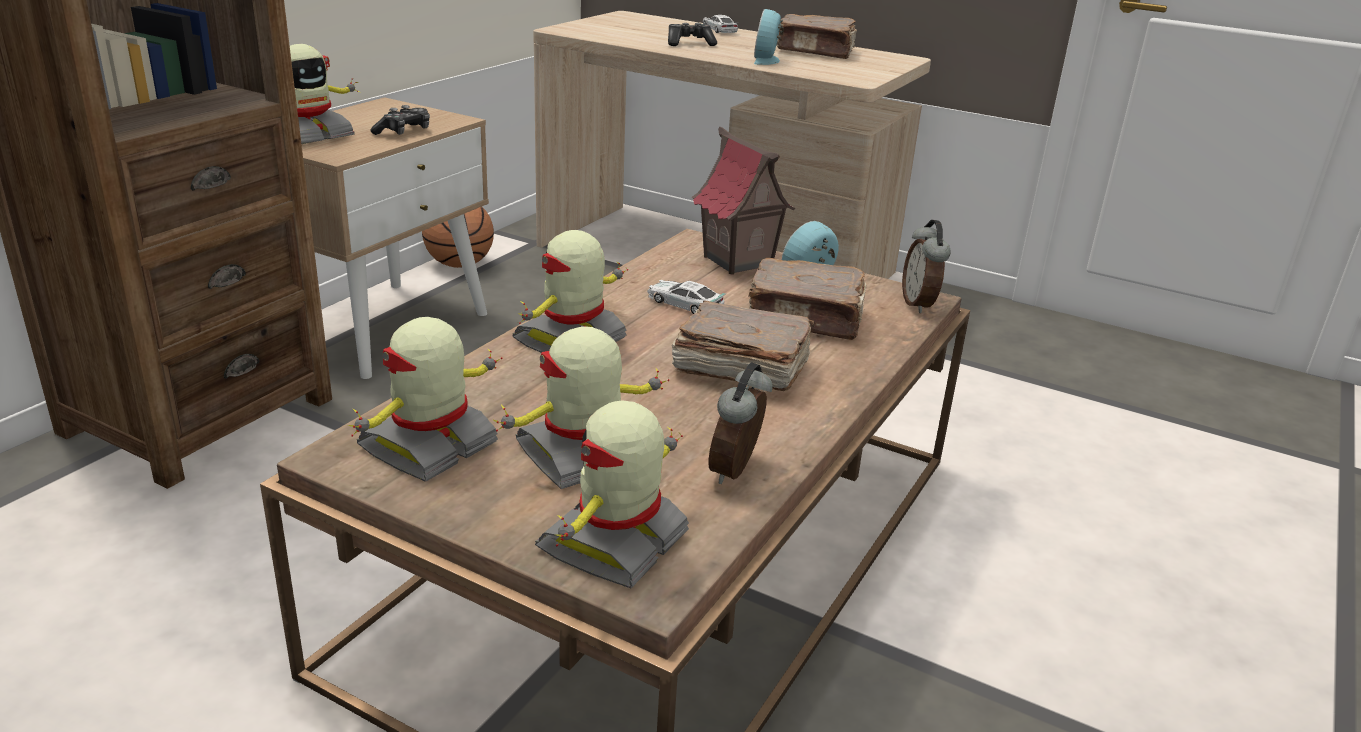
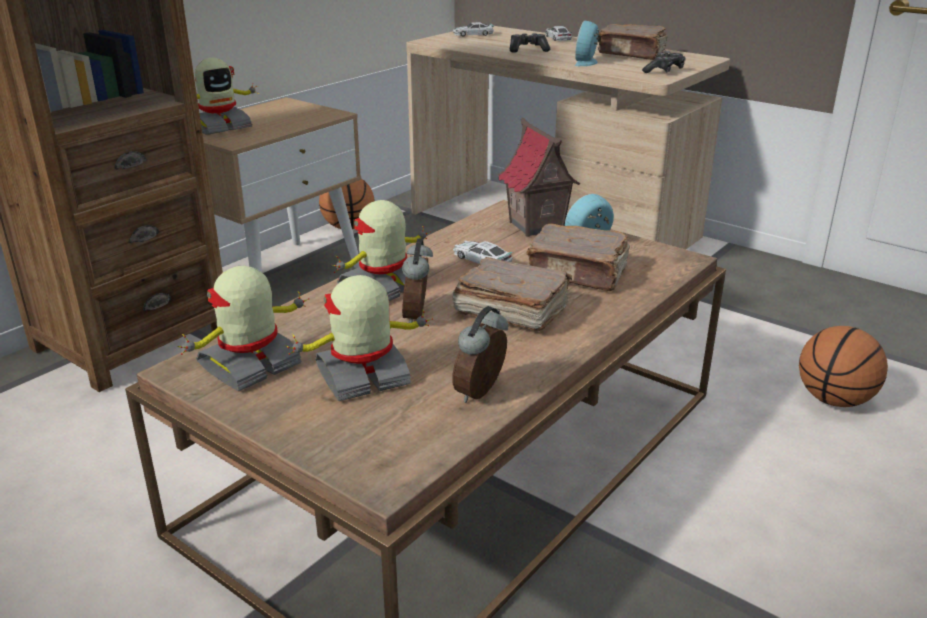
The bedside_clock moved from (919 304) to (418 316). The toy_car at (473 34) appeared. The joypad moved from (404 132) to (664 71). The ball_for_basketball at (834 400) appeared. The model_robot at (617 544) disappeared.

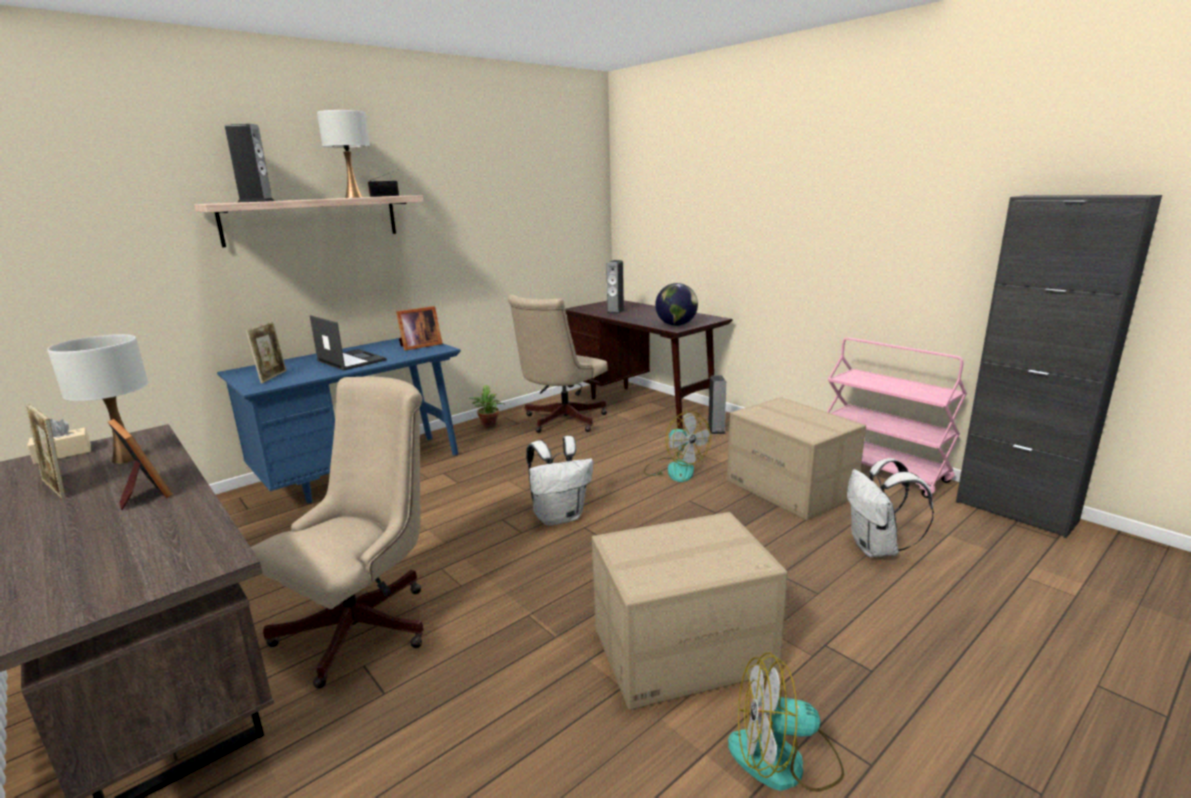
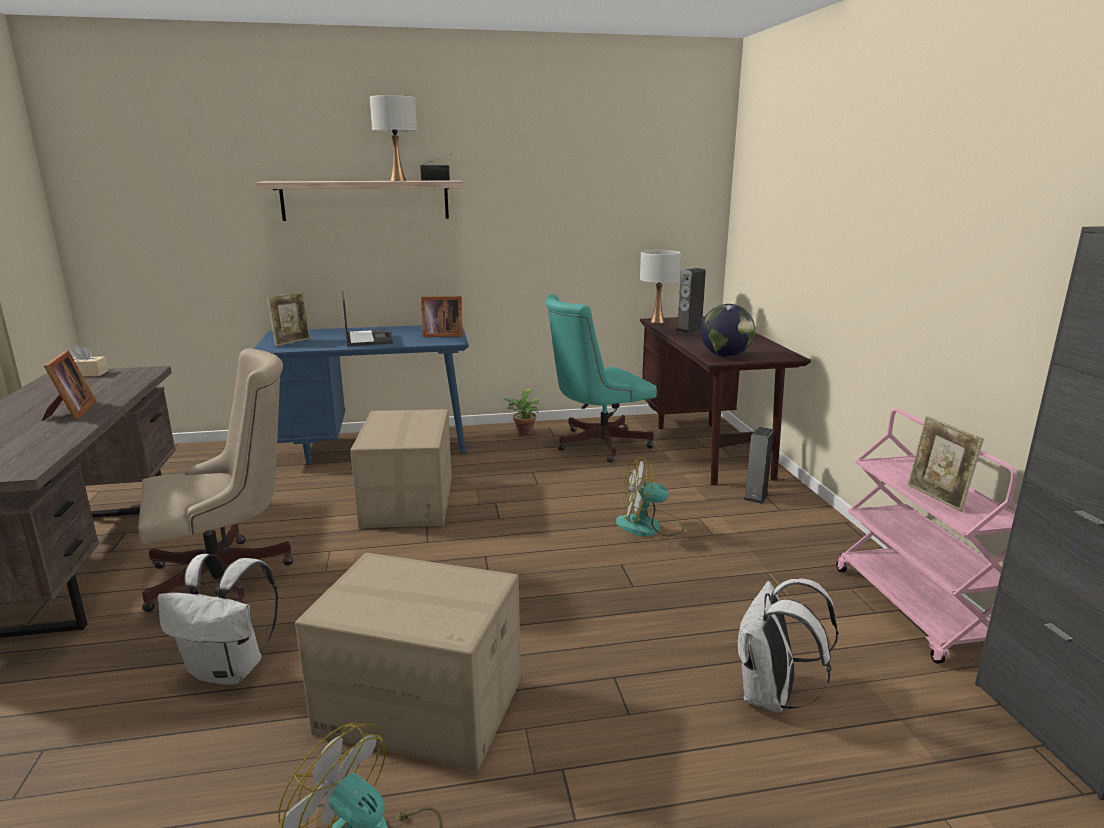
The whitish_knapsack moved from (559 517) to (230 670). The cardboard_box moved from (790 488) to (409 502). The sand-coloured_desk_chair at (561 421) became the turquoise-coloured_desk_chair at (596 444). The fan at (674 469) turned 90 degrees clockwise. The whitish_lamp_for_a_table moved from (127 458) to (657 321). The picture_frame moved from (57 488) to (936 498). The loudspeaker at (256 201) disappeared.

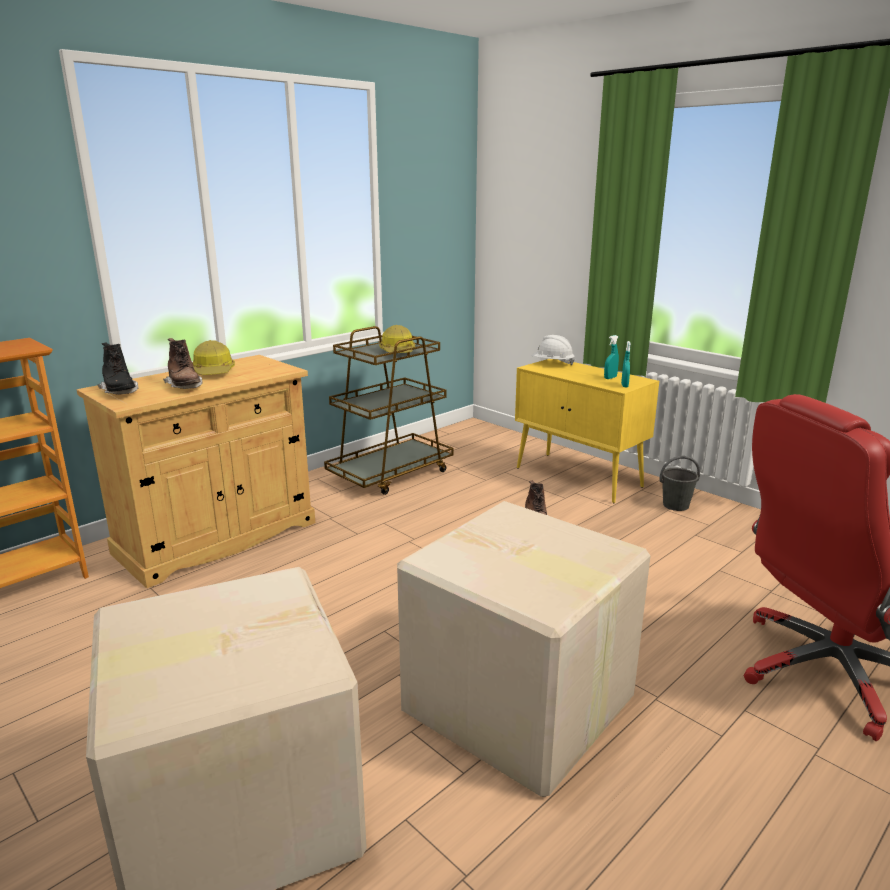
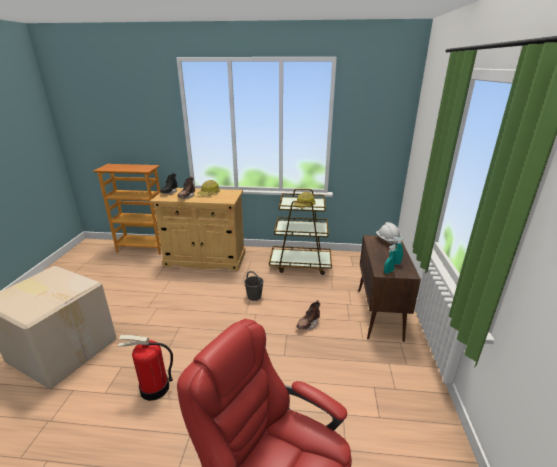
The cardboard_box at (519 706) was replaced by the extinguisher at (154 389). The grey_water_bucket moved from (676 505) to (254 296). The yellow-coloured_storage_cabinet at (579 477) became the brown_storage_cabinet at (379 314).

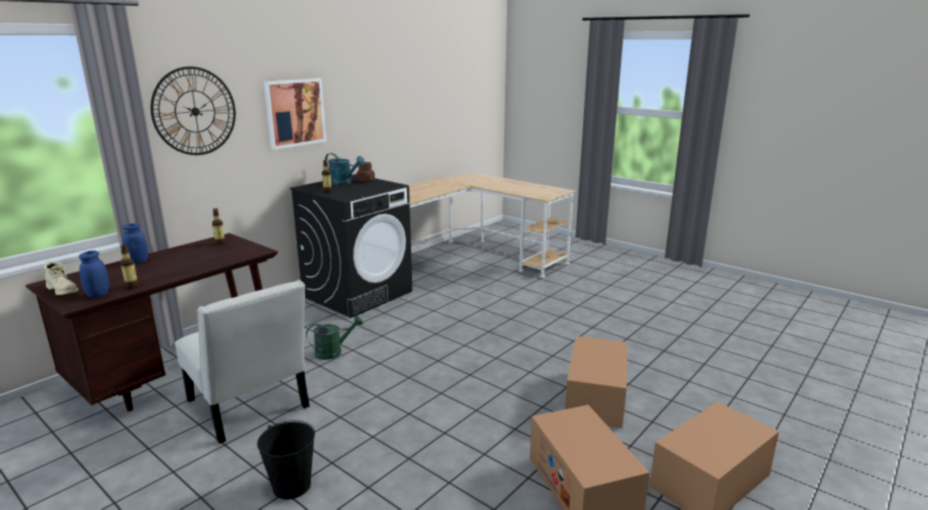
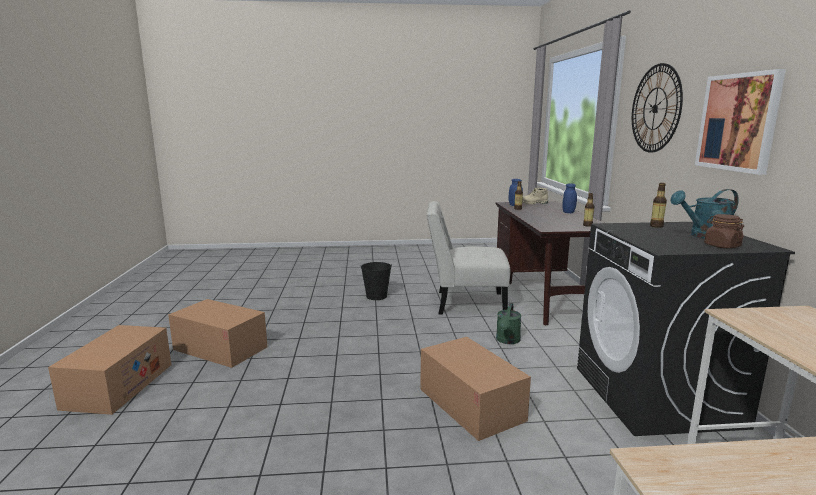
The cardboard_box moved from (595 397) to (471 404).

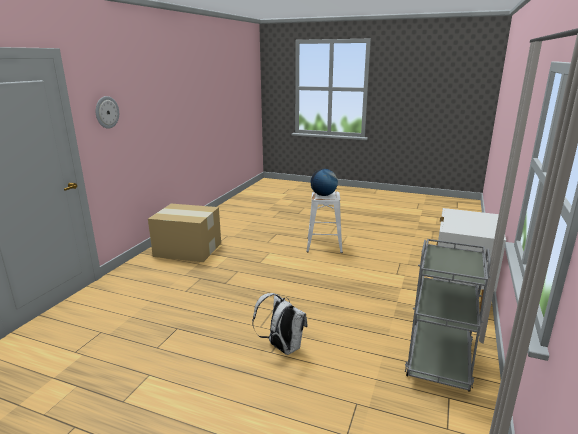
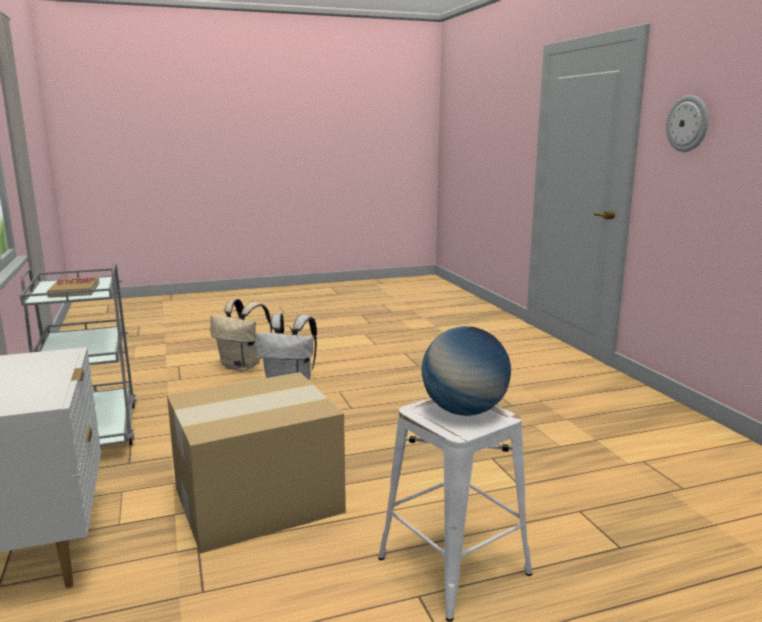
The volume at (74 290) appeared. The cardboard_box moved from (188 250) to (255 500). The sand-coloured_knapsack at (243 366) appeared.

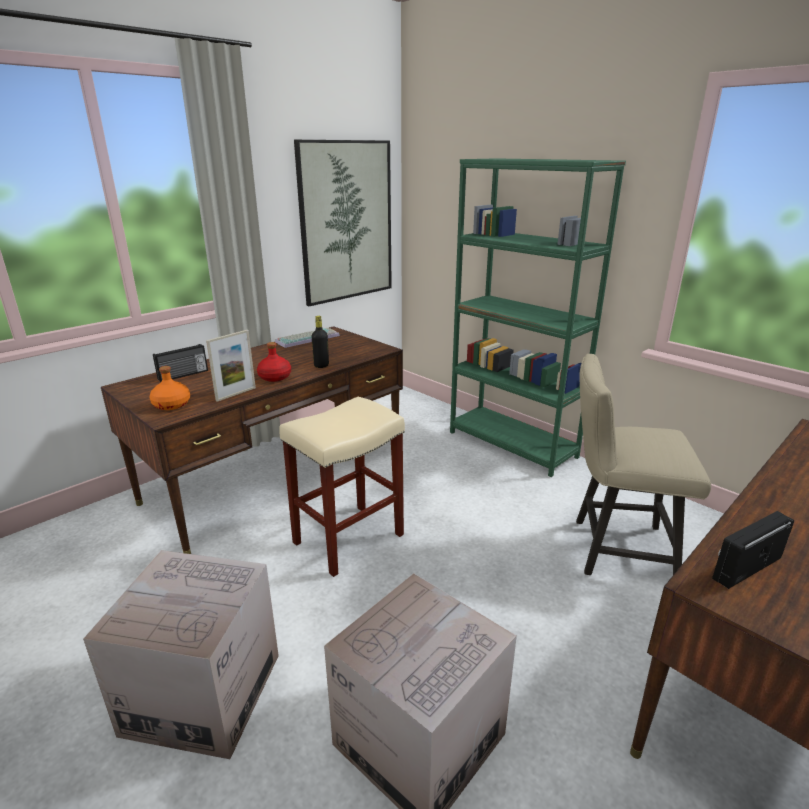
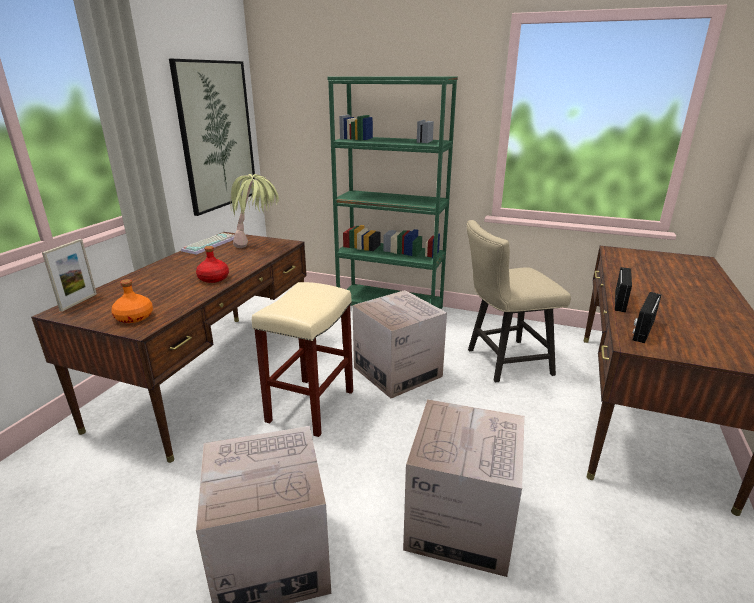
The picture_frame moved from (236 394) to (79 302). The houseplant at (258 246) appeared. The cardboard_box at (397 372) appeared. The radio moved from (183 375) to (621 301). The blackish_drink_bottle at (321 365) disappeared.

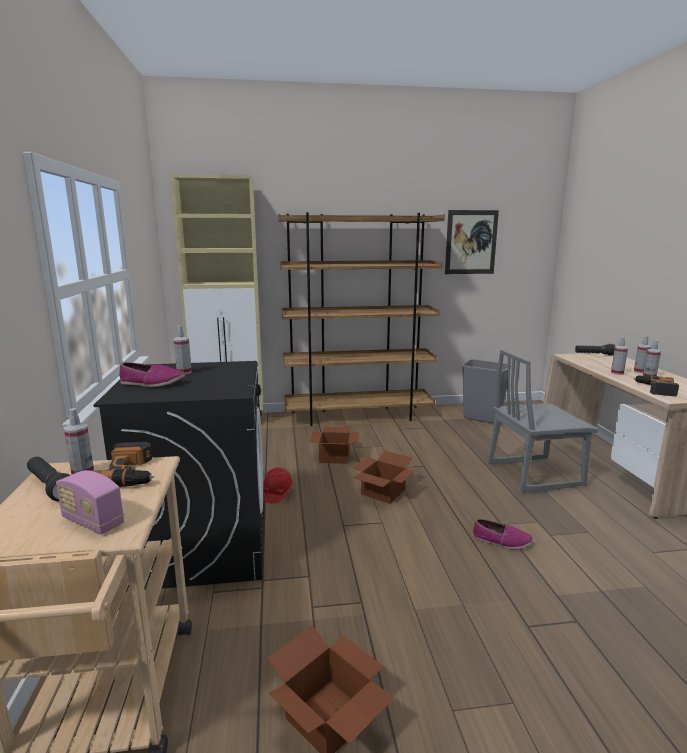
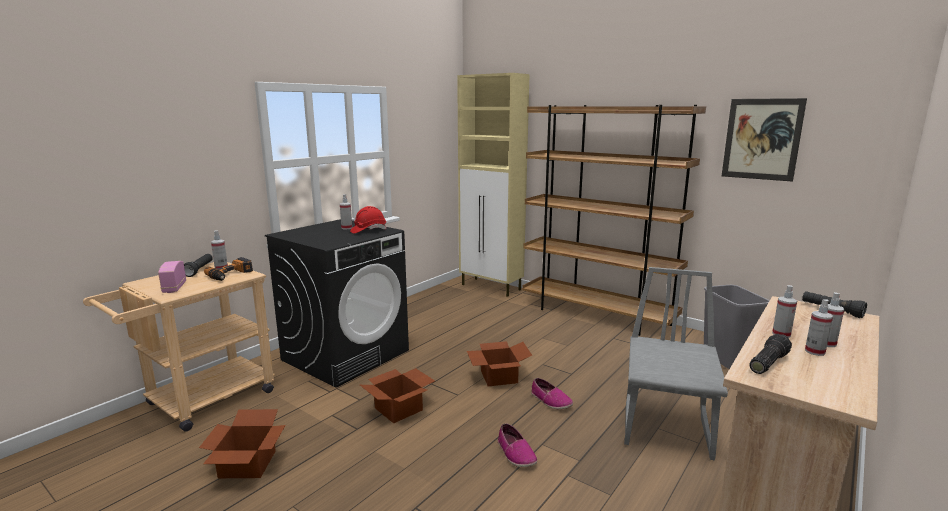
The red_hard_hat moved from (277 493) to (368 230). The cardboard_box moved from (335 456) to (400 409). The shoe moved from (152 383) to (550 401). The grey_chair at (533 474) turned 75 degrees clockwise. The power_drill at (655 389) was replaced by the hand_torch at (767 362).

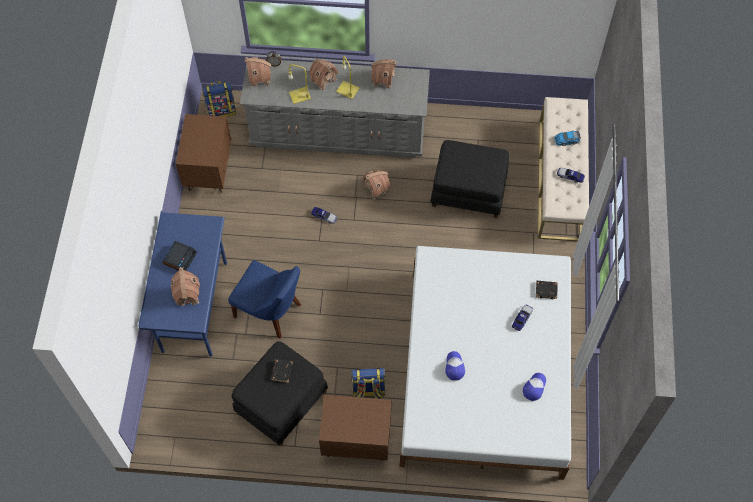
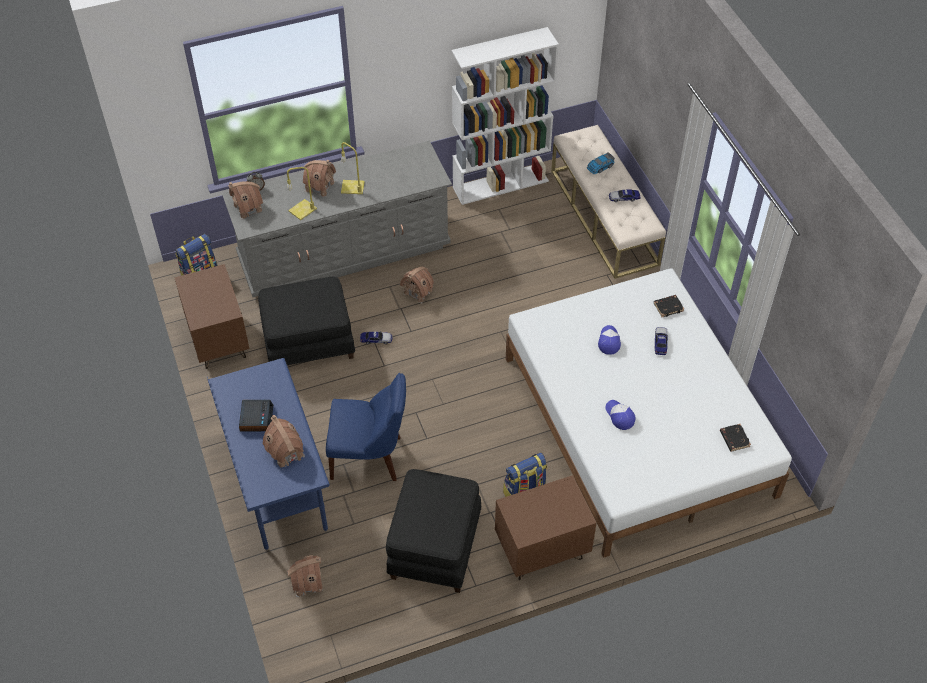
The blackish_ottoman moved from (468 192) to (308 343). The miniature_house moved from (383 79) to (308 582). The whitish_bookcase at (501 184) appeared. The cap moved from (534 387) to (608 341). The blackish_volume moved from (281 371) to (734 439).

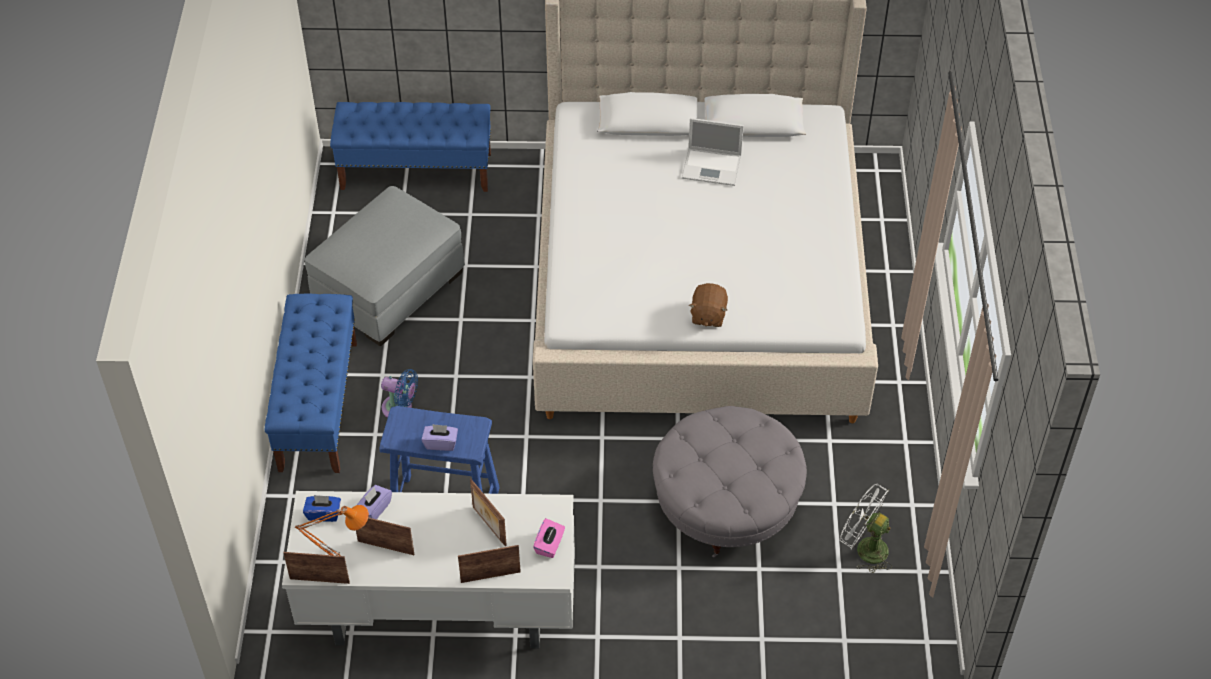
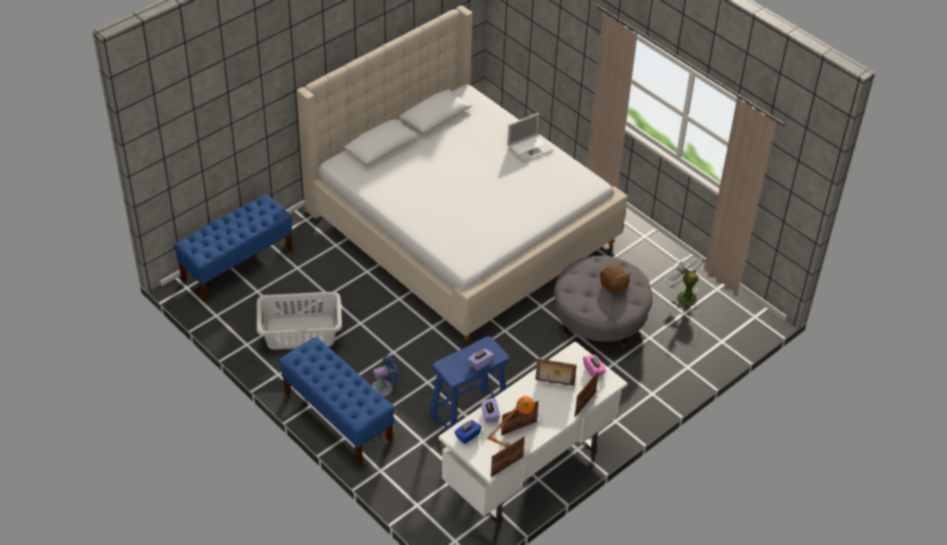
The grey_ottoman at (390 287) was replaced by the grey_hamper at (300 332). The portable_computer moved from (712 167) to (530 148). The brown_cuddly_toy moved from (708 315) to (613 286). The whitish_fan at (864 548) turned 75 degrees clockwise.

